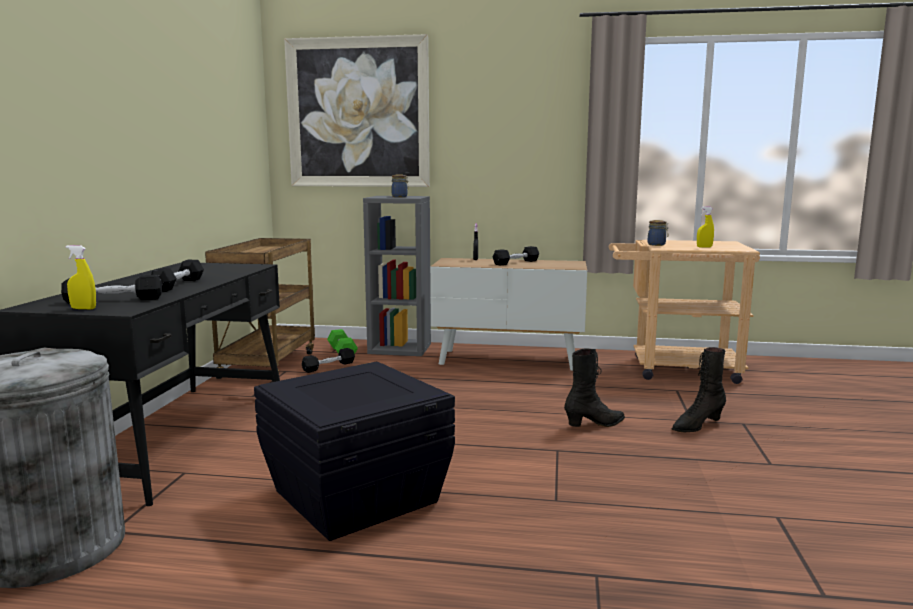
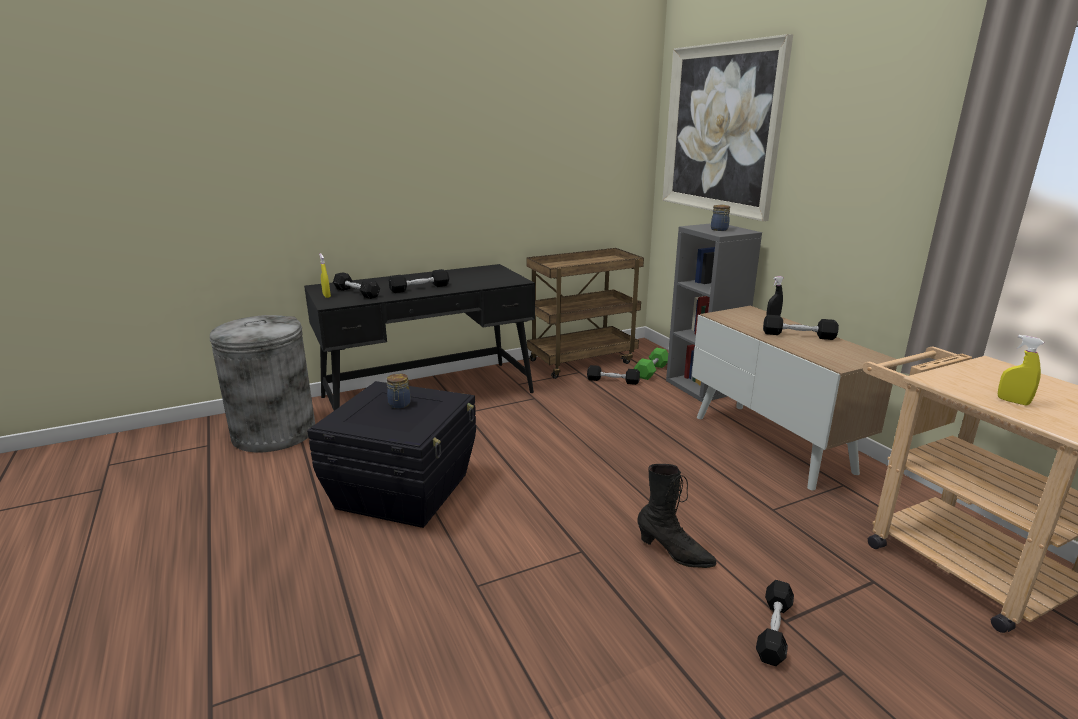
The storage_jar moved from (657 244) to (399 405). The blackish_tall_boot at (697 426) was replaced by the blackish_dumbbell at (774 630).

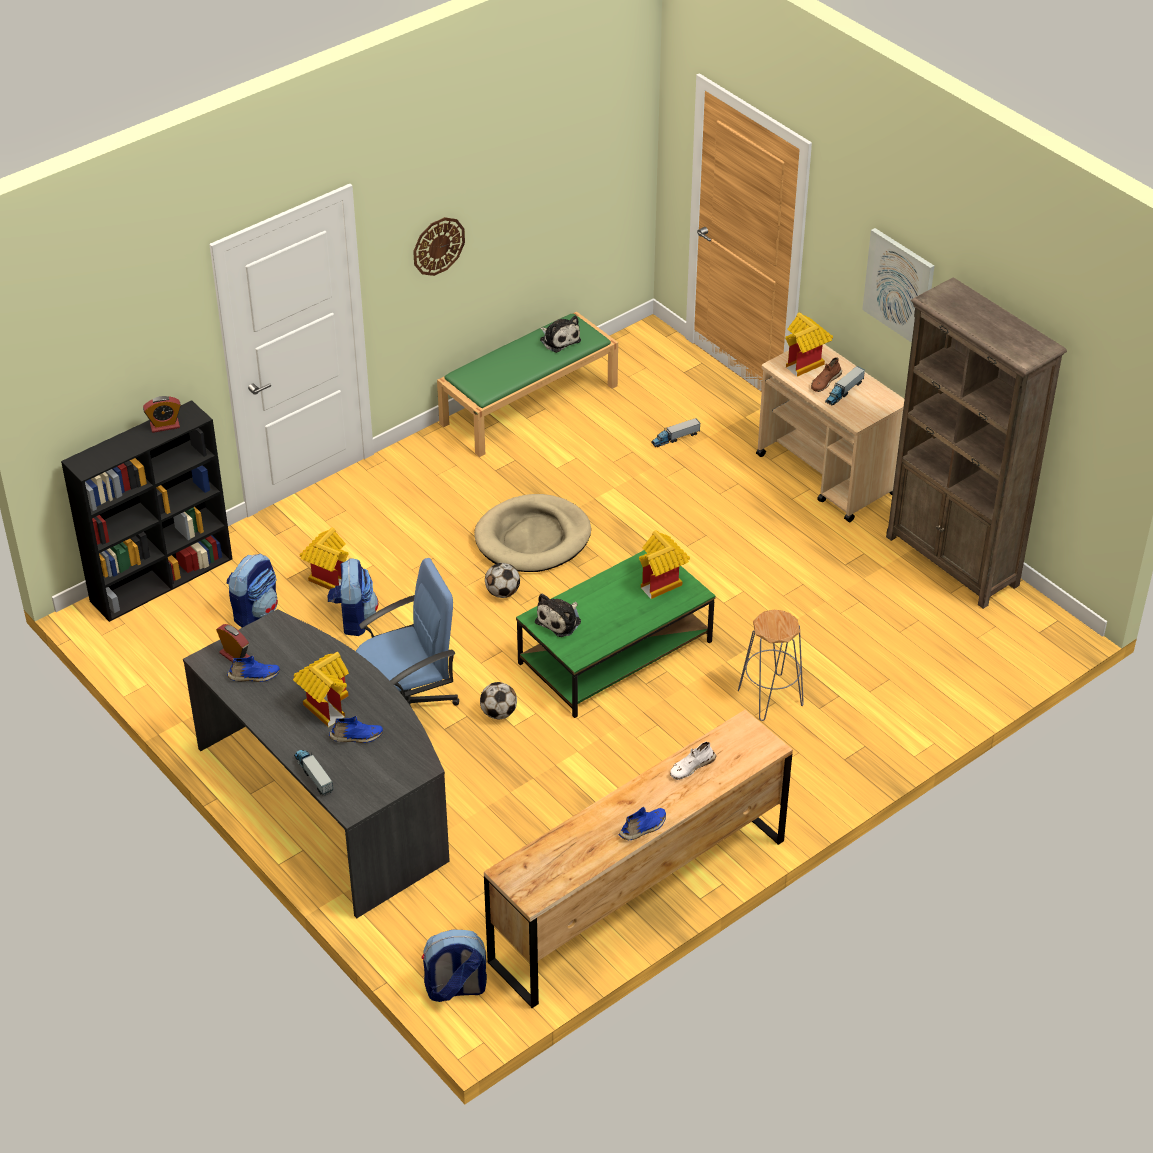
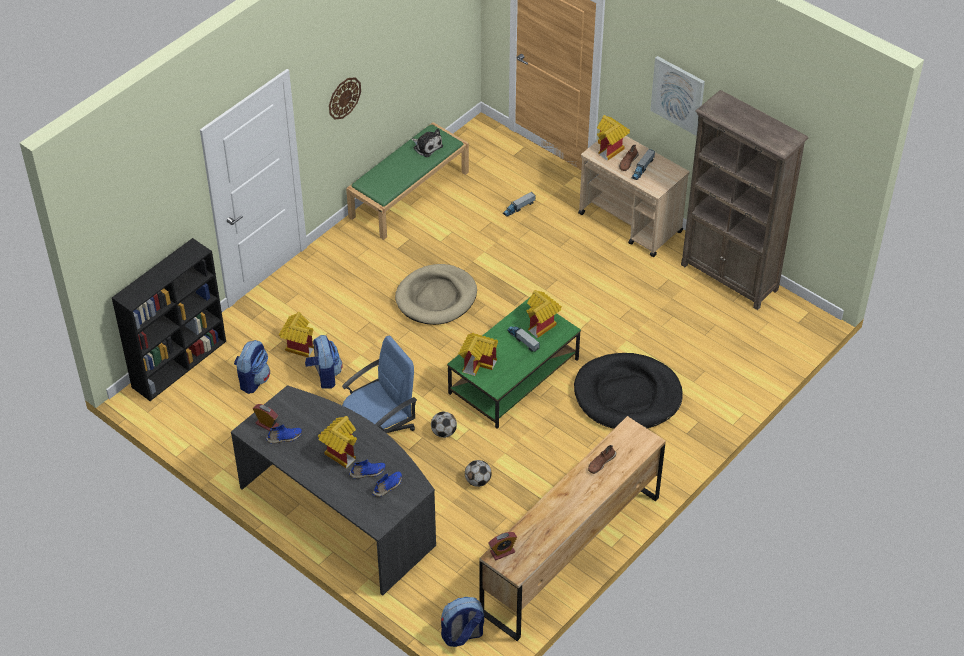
The blue-coloured_shoe moved from (643 828) to (388 487). The cuddly_toy at (560 621) was replaced by the miniature_house at (478 362). The football_ball moved from (502 593) to (478 481). The bedside_clock moved from (165 426) to (502 552). The toy_truck moved from (313 775) to (523 340). The grey_sitting_stool at (770 698) was replaced by the blackish_dog_bed at (627 395). The whitish_shoe at (691 767) became the brown_shoe at (601 462).

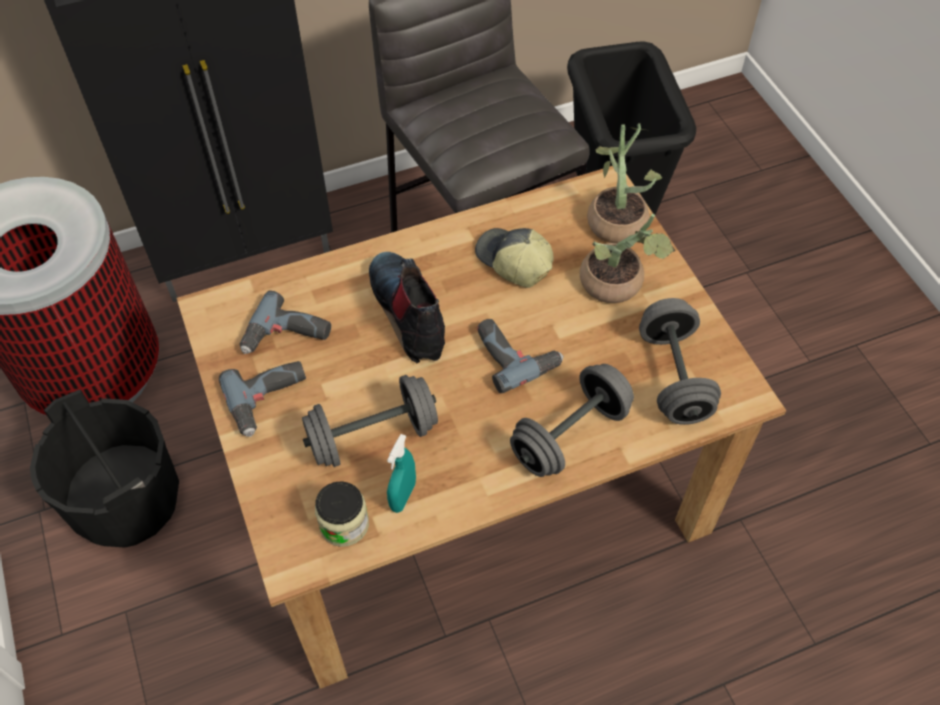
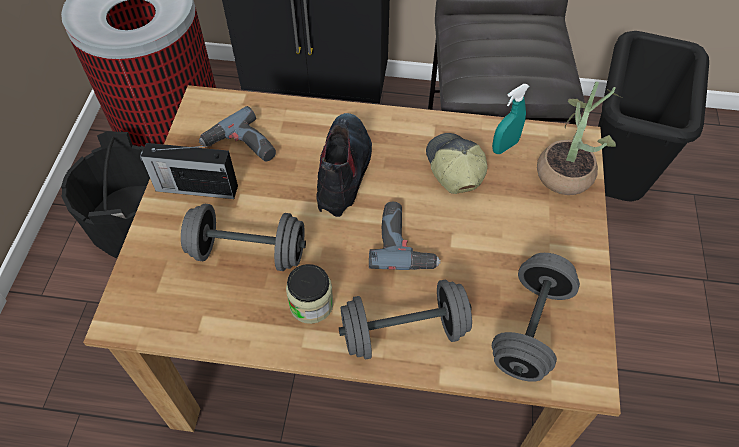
The power_drill at (269 400) was replaced by the radio at (195 188). The storage_jar moved from (344 524) to (311 304). The turquoise-coloured_sprayer moved from (403 496) to (504 146). The houseplant at (617 286) disappeared.

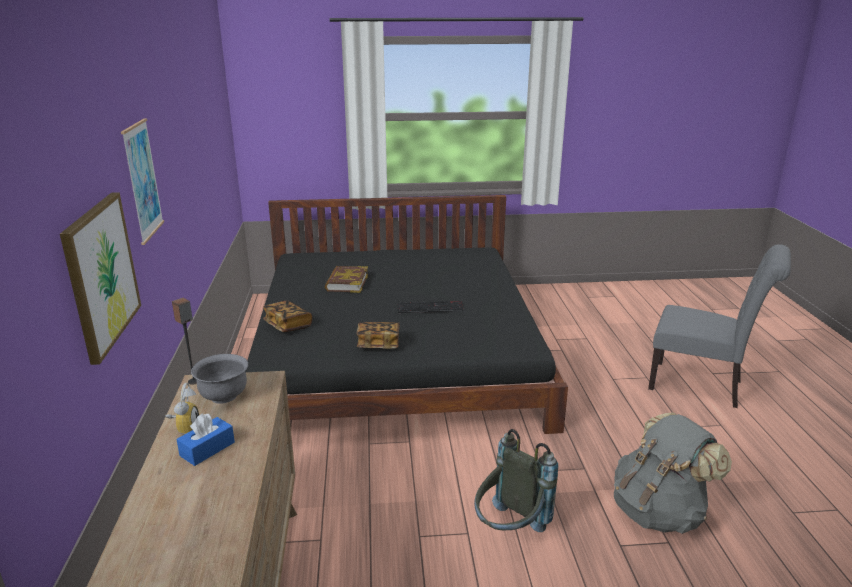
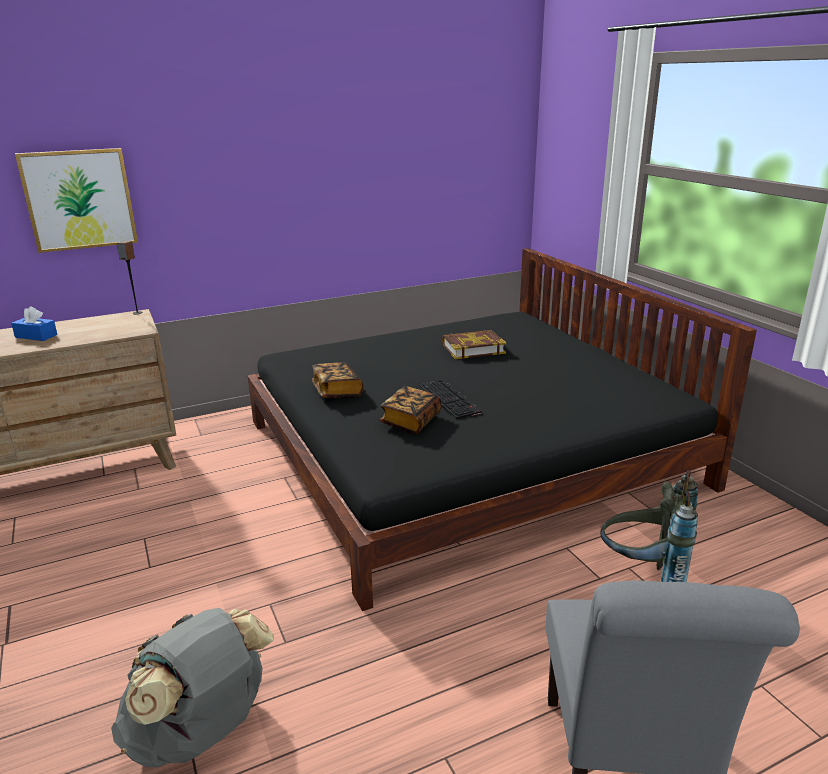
The volume moved from (288 325) to (411 422). The grey_knapsack moved from (509 531) to (643 574). The picture at (142 180) disappeared. The bedside_clock at (185 428) disappeared. The grey_bowl at (224 396) disappeared.

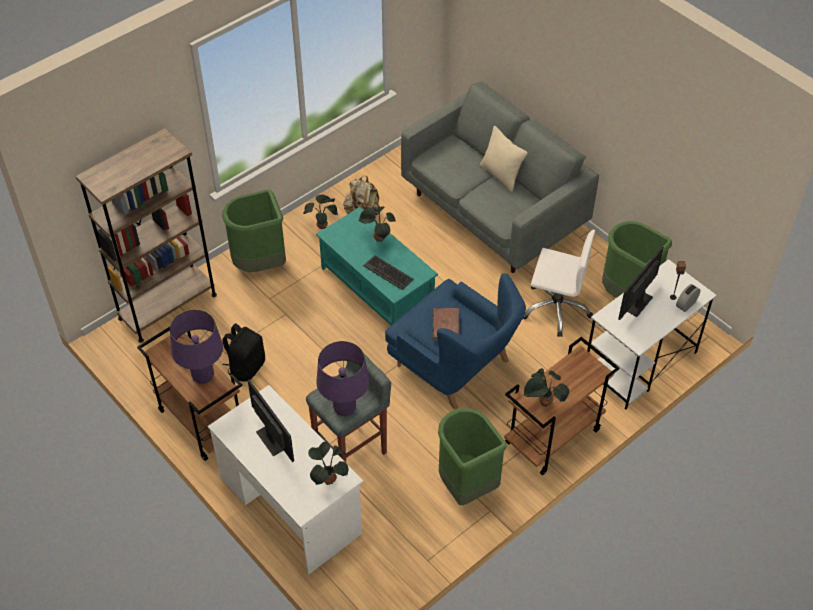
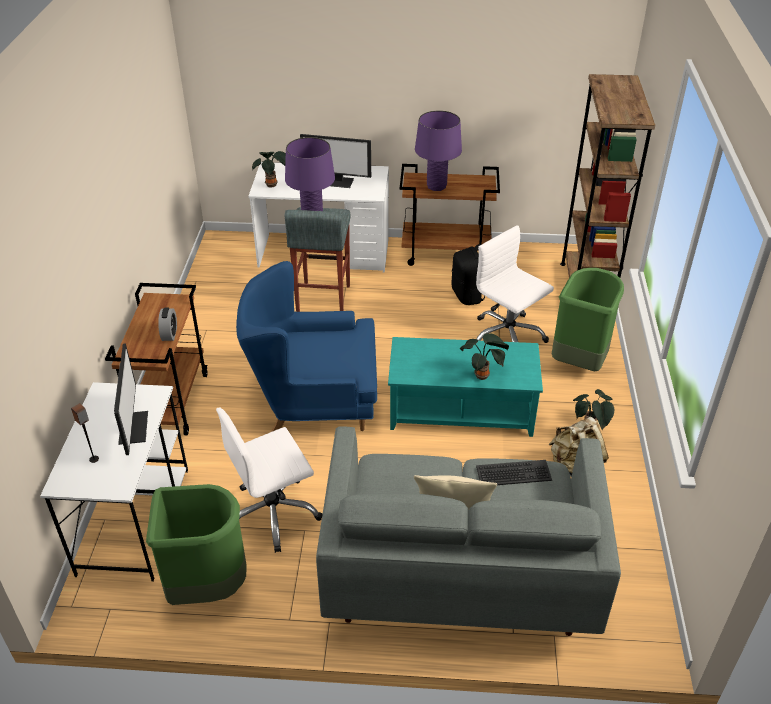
The bedside_clock moved from (686 304) to (169 334). The whitish_desk_chair at (507 336) appeared. The keyboard moved from (388 272) to (513 474). The brown_volume at (446 325) disappeared. The greenish_trash_can at (466 485) disappeared. The houseplant at (543 403) disappeared.

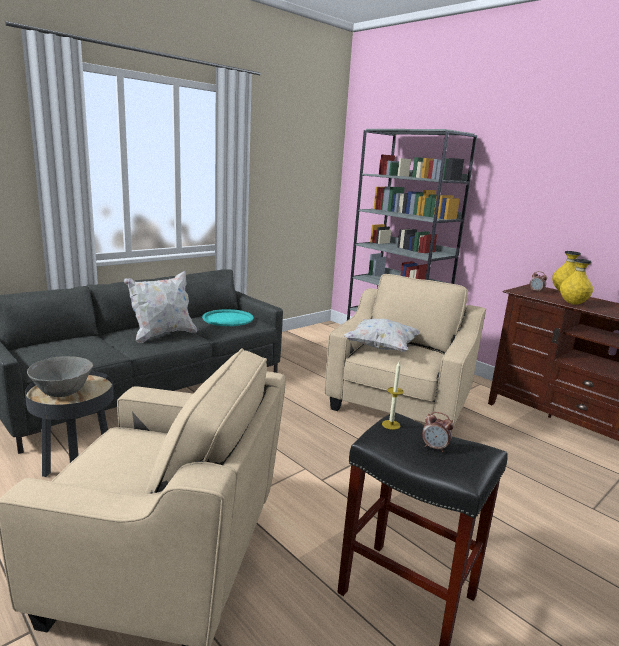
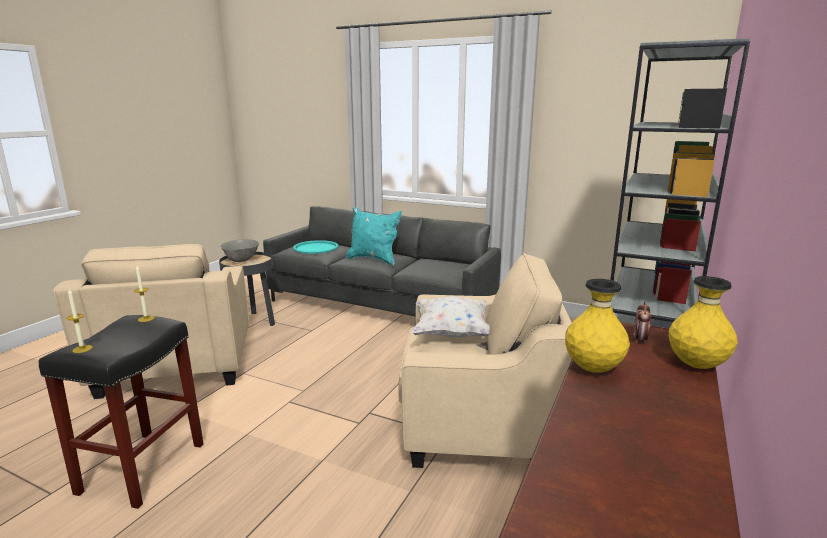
The wax_light at (82 349) appeared. The turquoise-coloured_tray moved from (227 318) to (315 248). The whitish_pillow at (162 335) became the turquoise-coloured_pillow at (373 259). The bedside_clock at (435 448) disappeared.

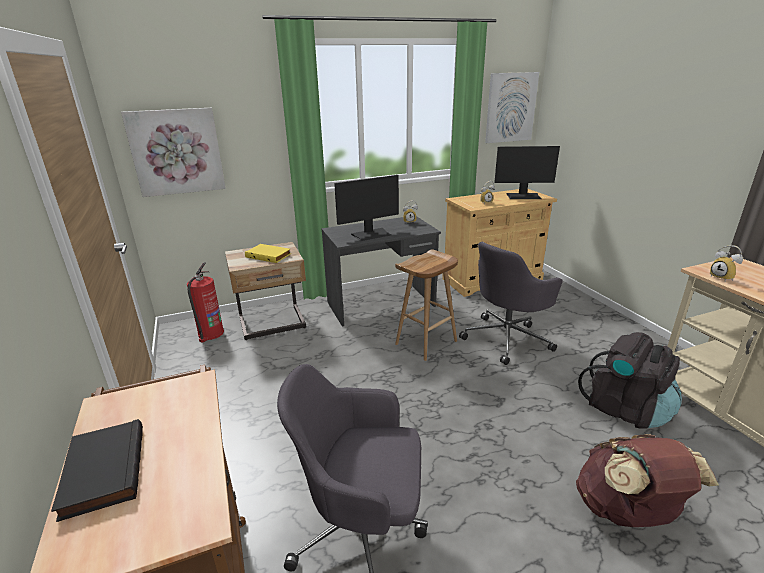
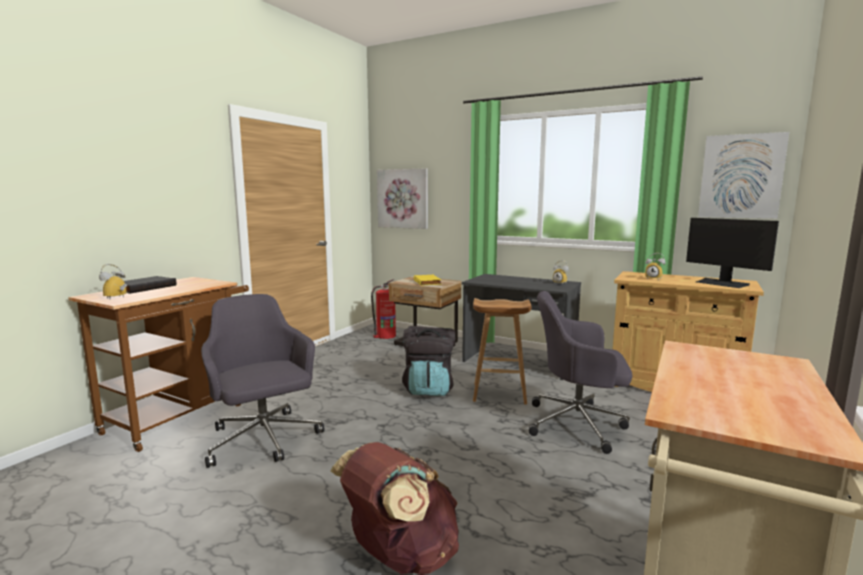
The bedside_clock moved from (723 278) to (117 298). The blackish_knapsack moved from (625 409) to (429 389). The monitor at (371 234) disappeared.

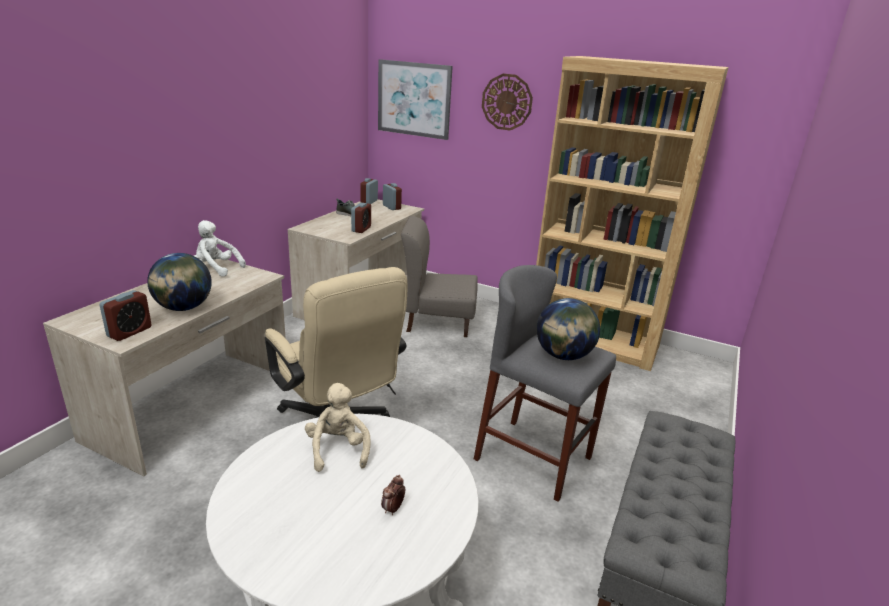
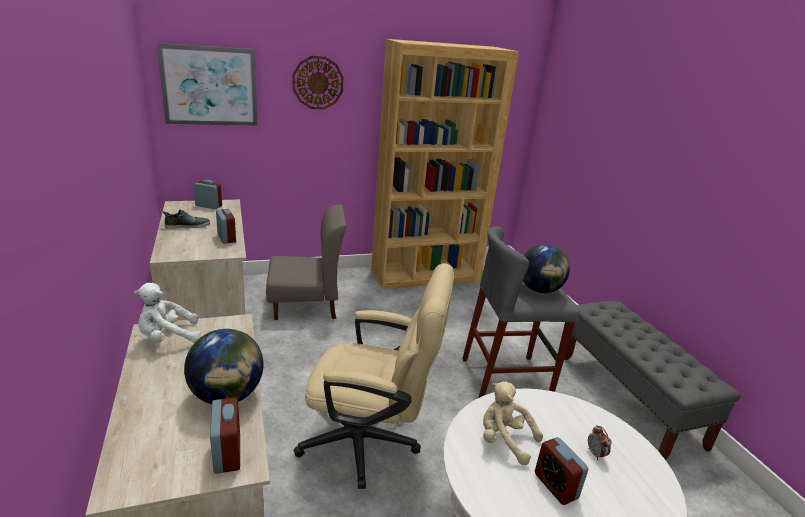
The grey_chair at (438 321) turned 150 degrees counterclockwise. The bedside_clock moved from (369 202) to (555 486).

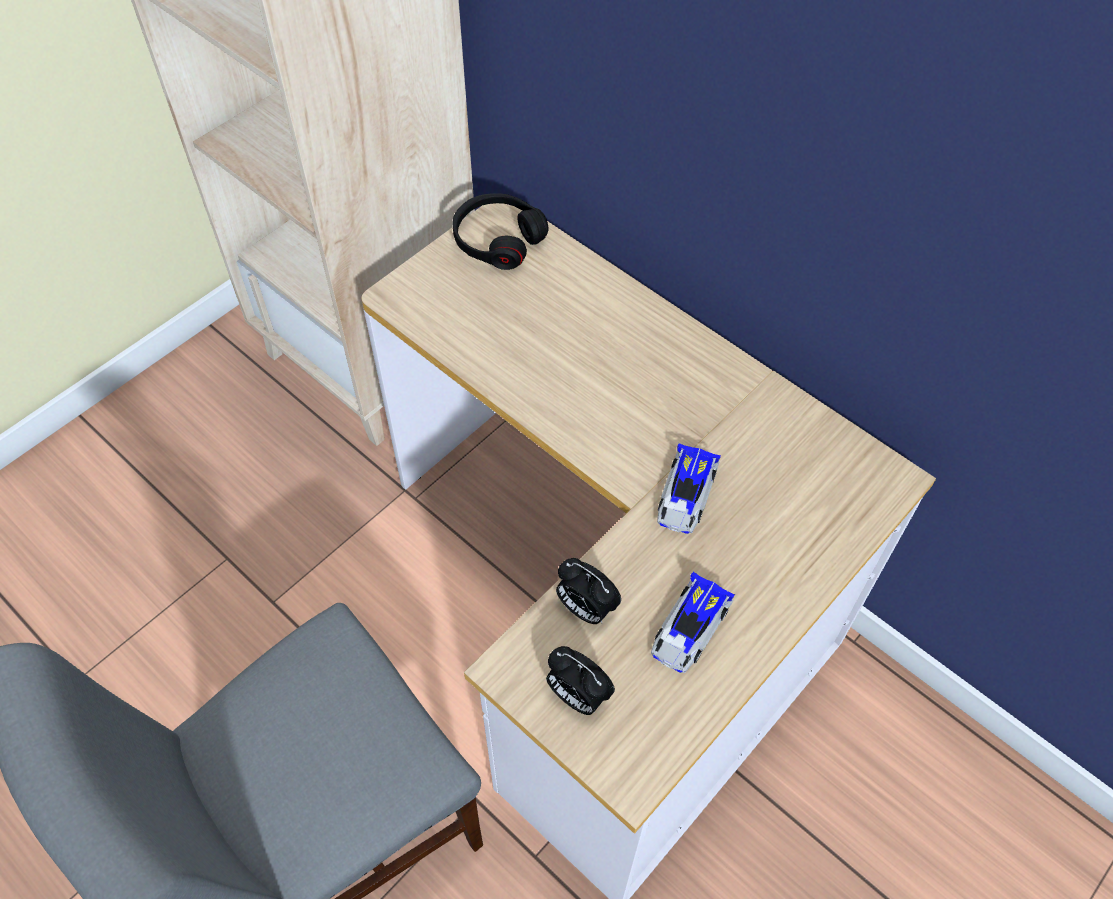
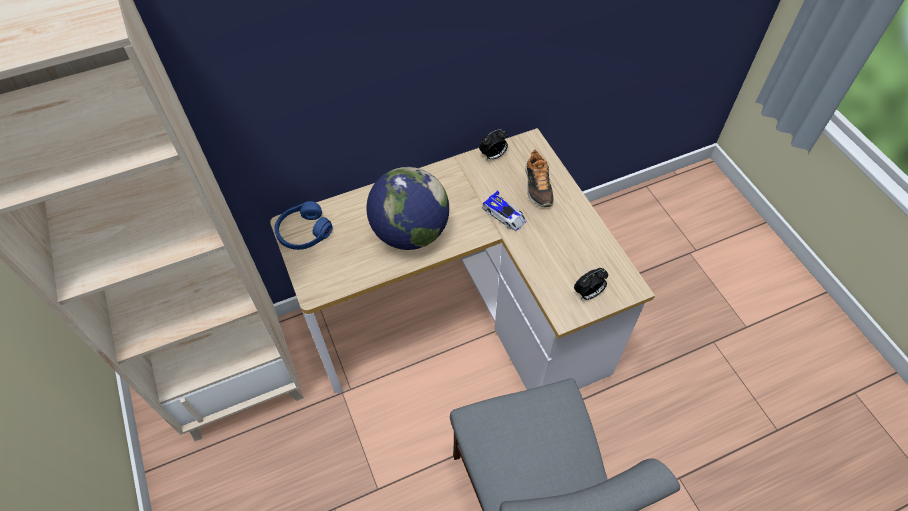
The blackish_headset at (498 239) became the blue-coloured_headset at (303 232). The world_globe at (410 232) appeared. The bedside_clock moved from (585 608) to (493 156). The shoe at (537 186) appeared. The toy_car at (689 628) disappeared.

